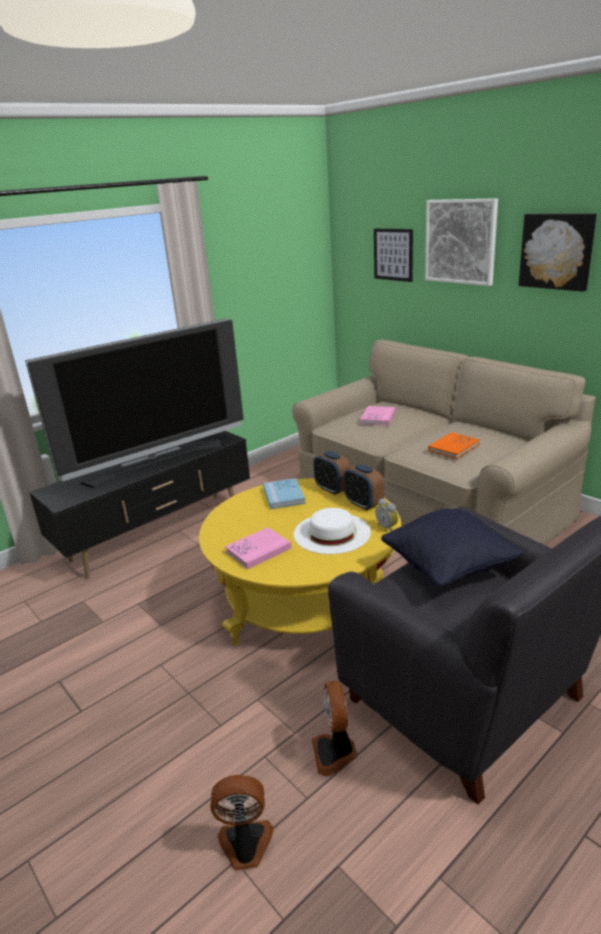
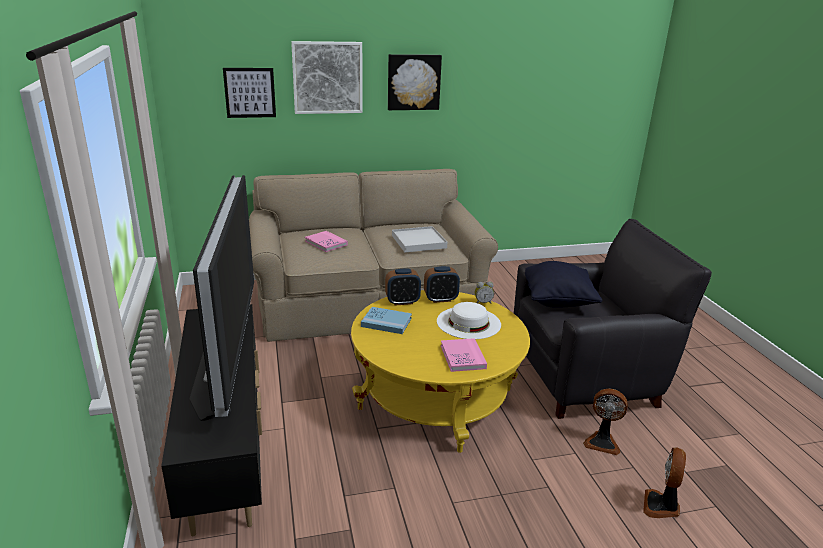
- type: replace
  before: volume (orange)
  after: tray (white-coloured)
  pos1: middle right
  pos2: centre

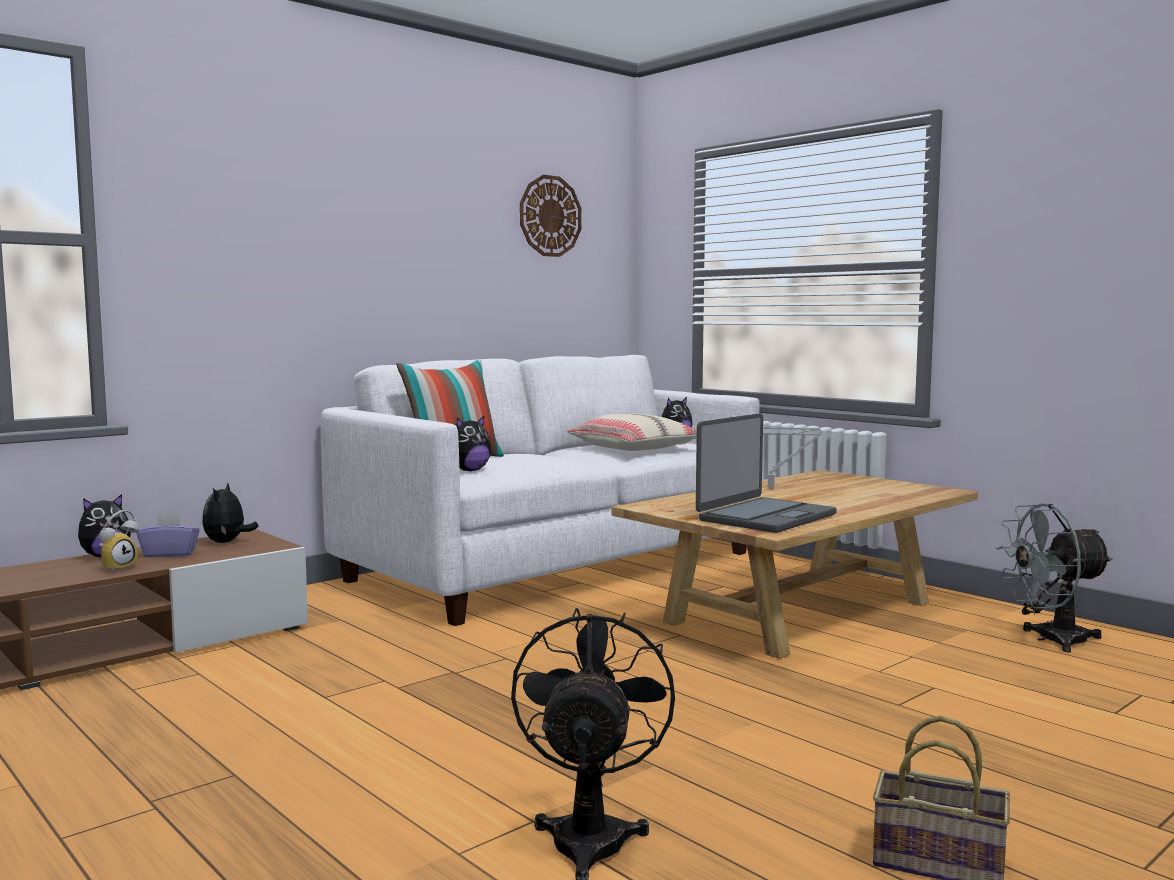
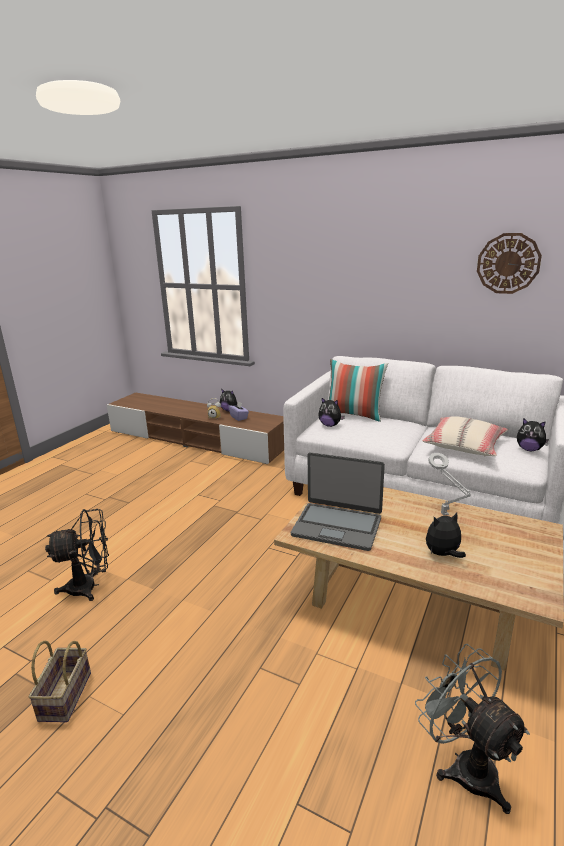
- type: move
  before: soft toy (2nd from left in the first image)
  after: soft toy (3rd from left)
  pos1: middle left
  pos2: middle right

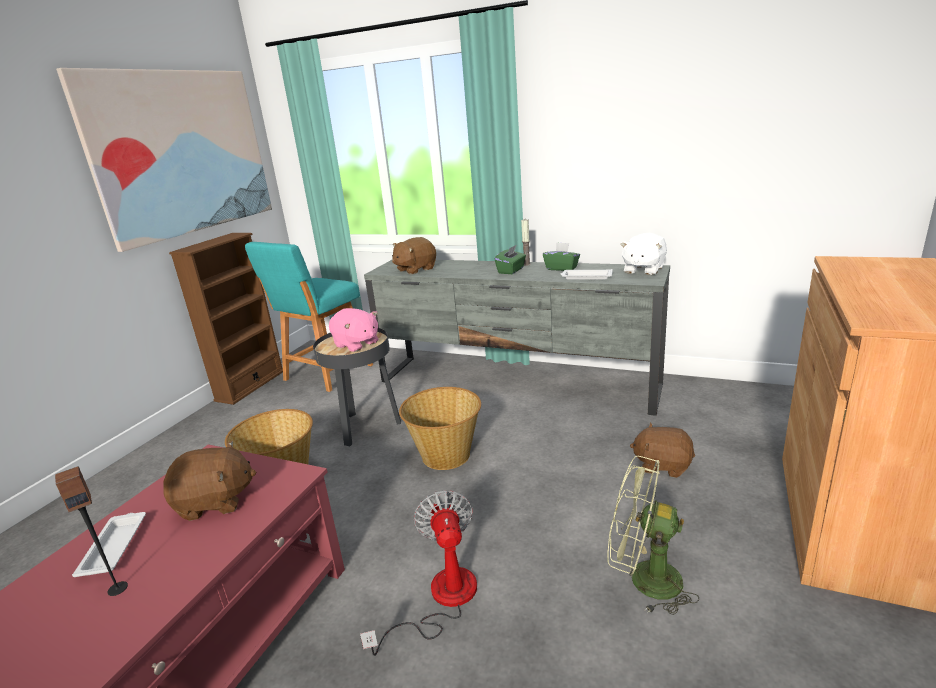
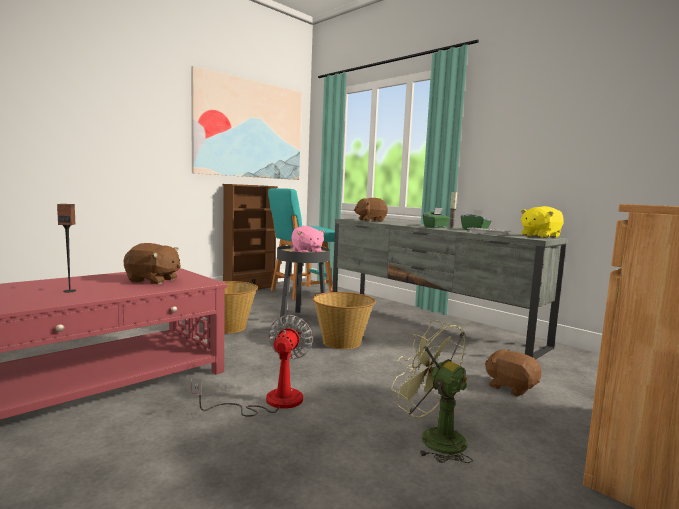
- type: delete
  before: tray (white-coloured) (1st from left)
  pos1: bottom left
- type: recolor
  before: soft toy (white-coloured)
  after: soft toy (yellow-coloured)
  pos1: middle right
  pos2: middle right

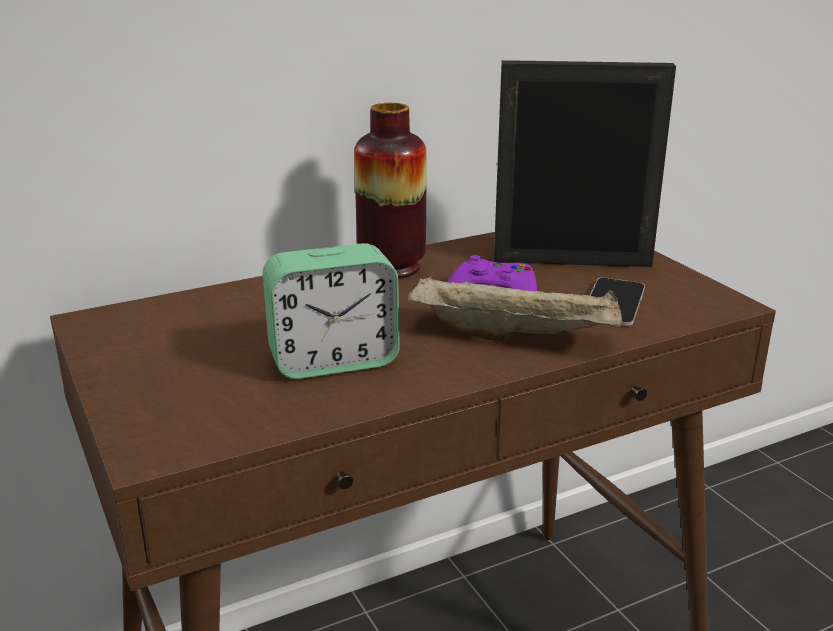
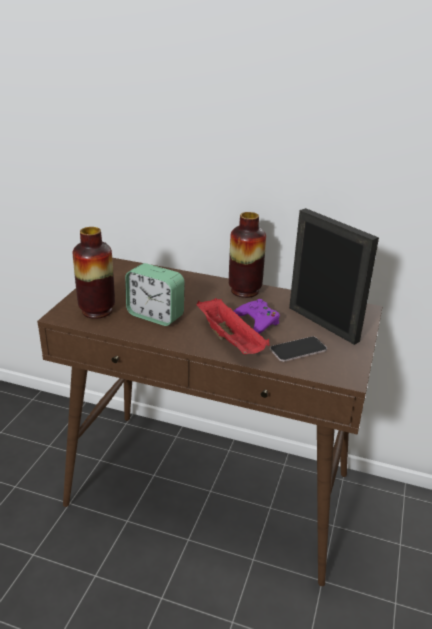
- type: recolor
  before: tray (beige)
  after: tray (reddish)
  pos1: centre
  pos2: centre
- type: insert
  after: vase (1st from left)
  pos2: middle left

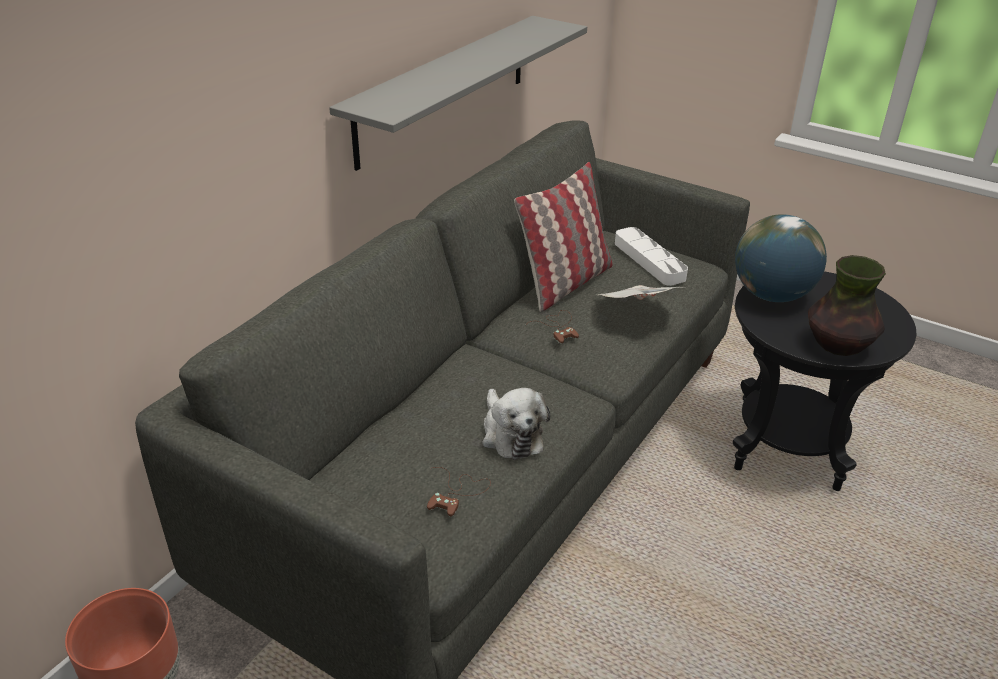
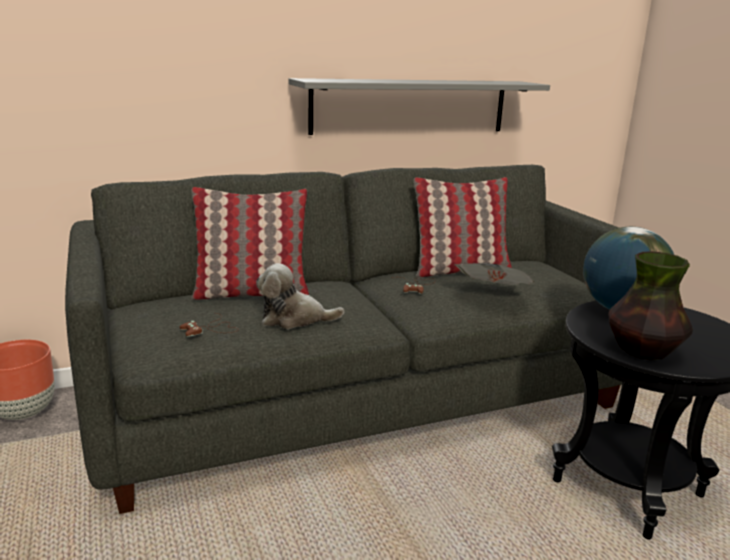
- type: rotate
  before: soft toy
  pos1: centre
  pos2: centre
  turn: 75
- type: delete
  before: tray (white-coloured)
  pos1: centre
- type: insert
  after: cushion (1st from left)
  pos2: centre

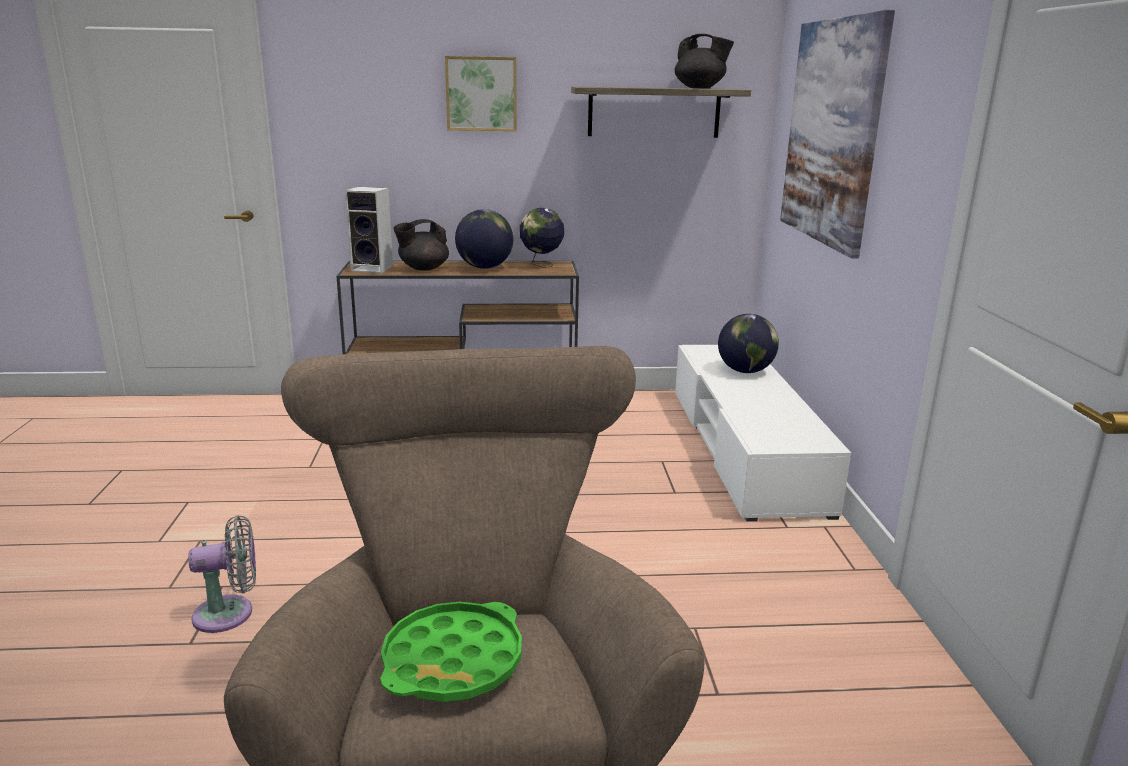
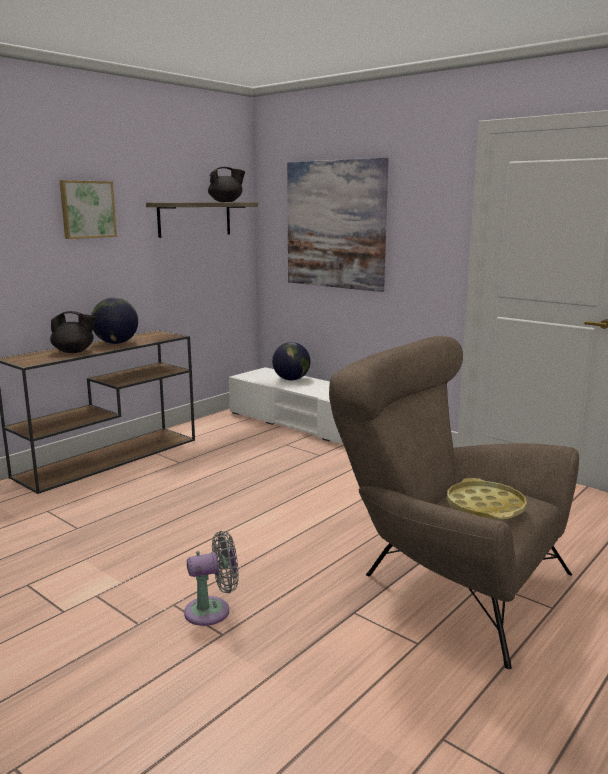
- type: rotate
  before: electric fan (gray)
  pos1: bottom left
  pos2: bottom centre
  turn: 45
- type: delete
  before: speaker
  pos1: top left
- type: recolor
  before: tray (greenish)
  after: tray (yellow-coloured)
  pos1: bottom centre
  pos2: middle right
- type: rotate
  before: pot for tea (blackish) (1st from left)
  pos1: top centre
  pos2: middle left
  turn: -105
- type: delete
  before: globe (2nd from left)
  pos1: top centre

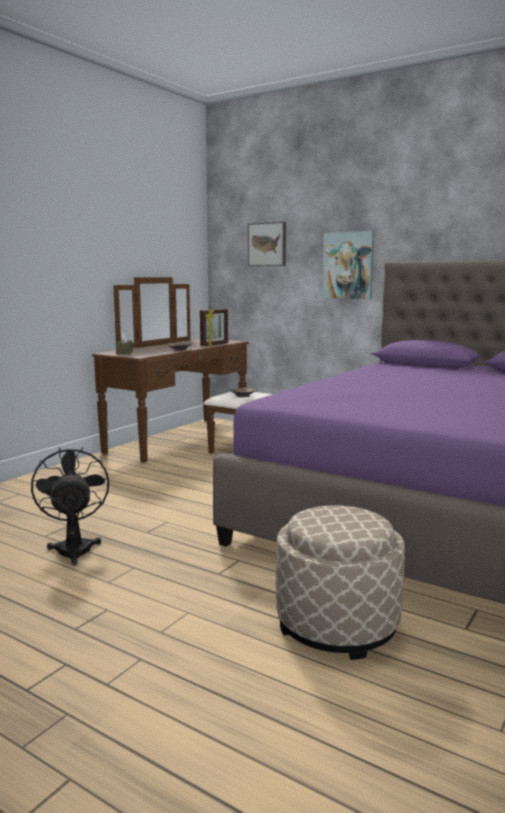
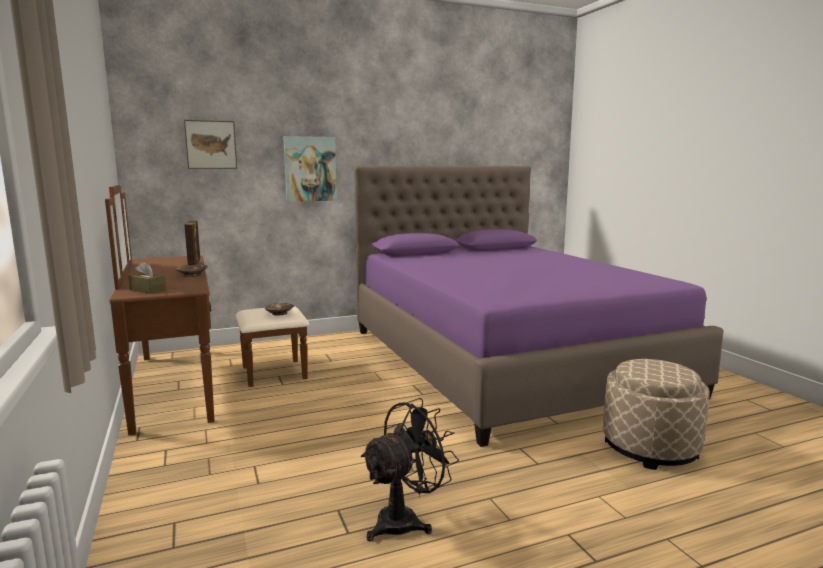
- type: rotate
  before: electric fan (blackish)
  pos1: middle left
  pos2: bottom centre
  turn: 120

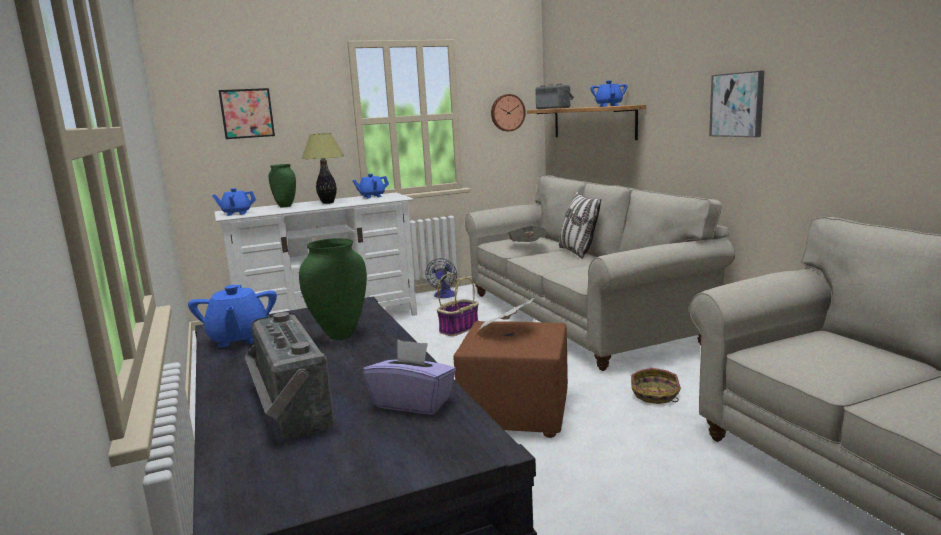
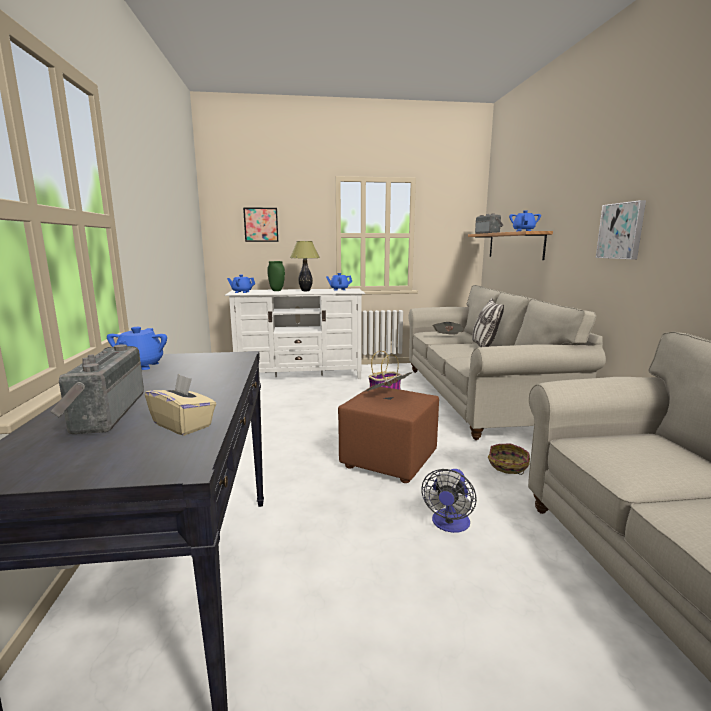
- type: delete
  before: vase (greenish) (2nd from left)
  pos1: centre
- type: recolor
  before: tissue box (purplish)
  after: tissue box (beige)
  pos1: bottom centre
  pos2: middle left
- type: move
  before: electric fan
  pos1: centre
  pos2: bottom centre
- type: delete
  before: wall clock
  pos1: top centre

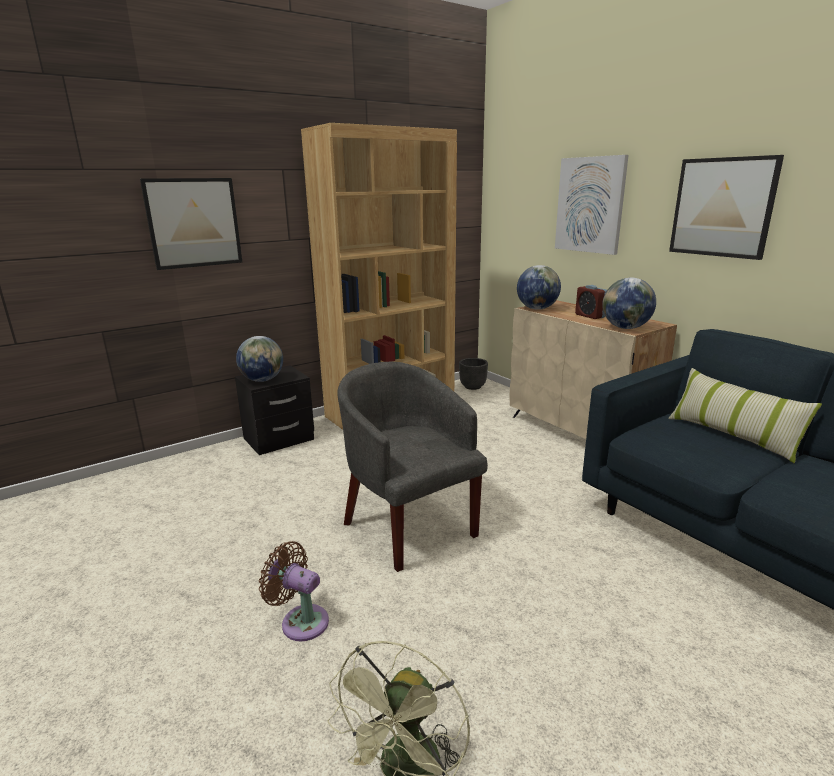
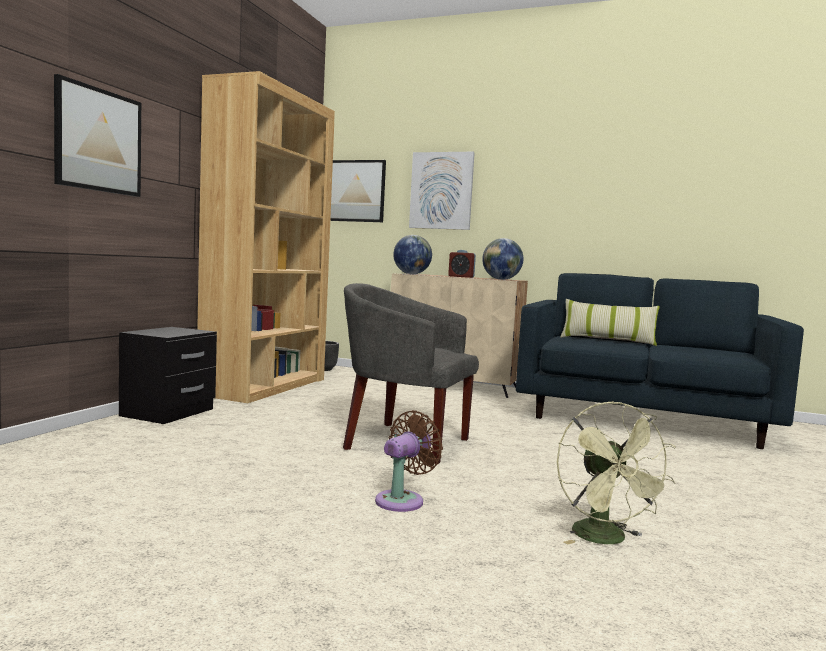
- type: delete
  before: globe (1st from left)
  pos1: middle left
- type: rotate
  before: electric fan (brown-coloured)
  pos1: bottom centre
  pos2: bottom centre
  turn: 135
- type: move
  before: wall art (3rd from left in the first image)
  after: wall art (2nd from left)
  pos1: top right
  pos2: top centre

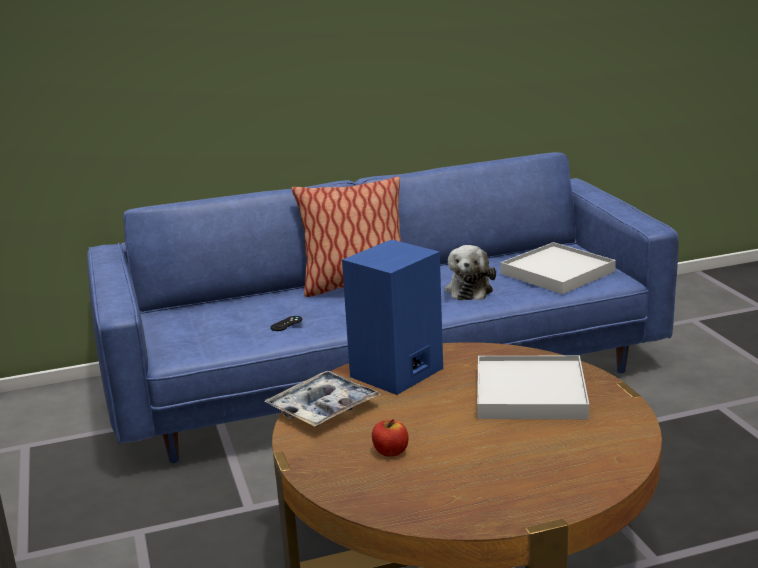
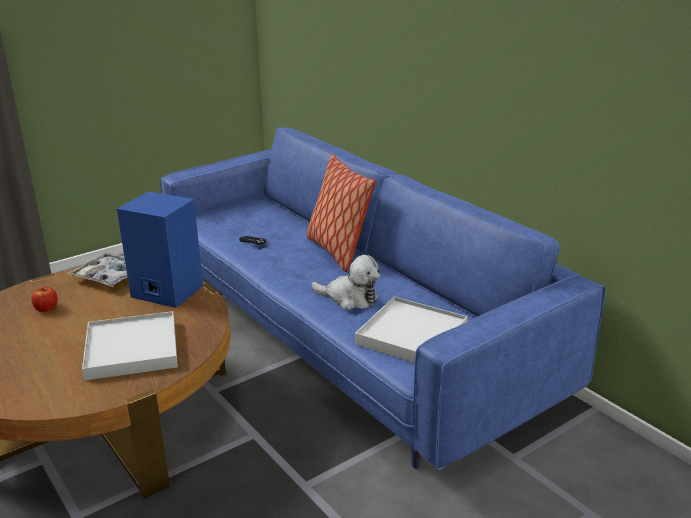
- type: rotate
  before: soft toy
  pos1: centre
  pos2: centre
  turn: -150

